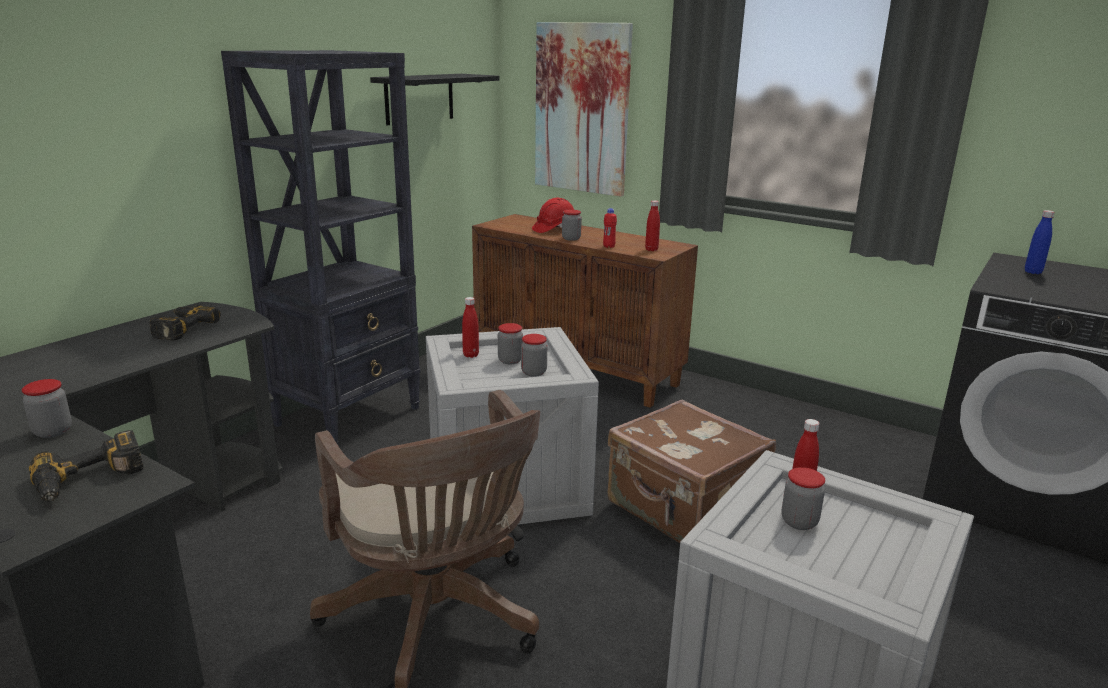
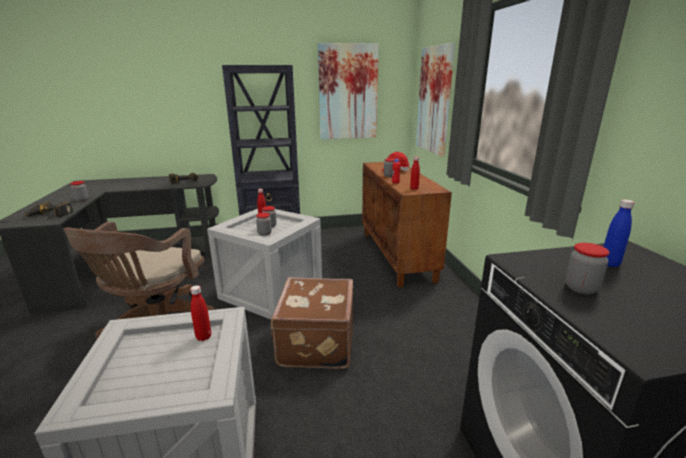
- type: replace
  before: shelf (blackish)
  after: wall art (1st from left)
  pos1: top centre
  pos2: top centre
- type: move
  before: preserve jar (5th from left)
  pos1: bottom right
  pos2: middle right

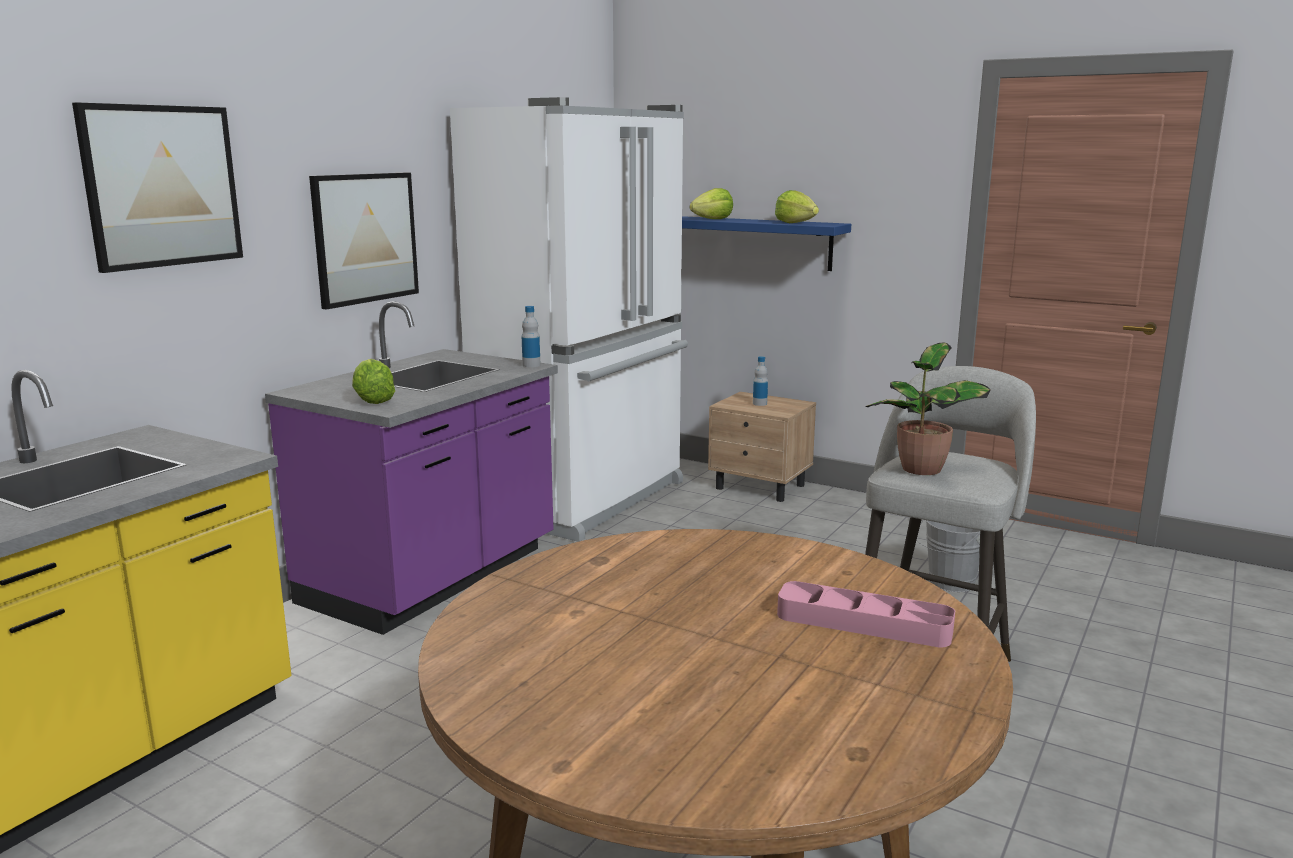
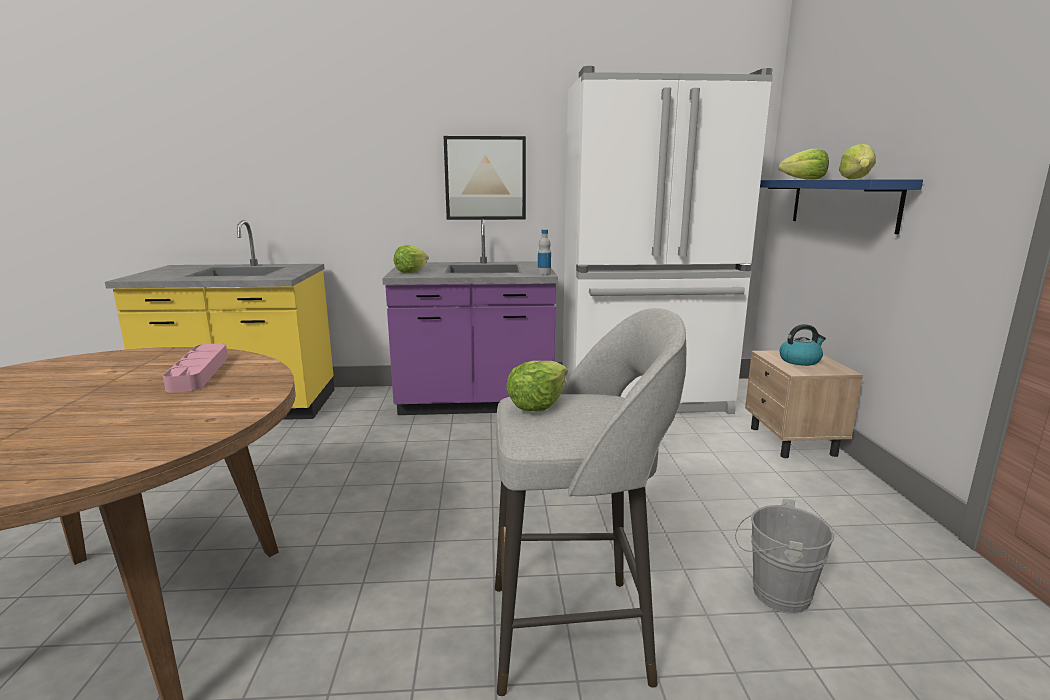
- type: delete
  before: wall art (1st from left)
  pos1: top left
- type: replace
  before: bottle (2nd from left)
  after: water kettle
  pos1: centre
  pos2: middle right
- type: move
  before: tray (pinkish)
  pos1: bottom right
  pos2: middle left
- type: replace
  before: plant in a pot
  after: lettuce (2nd from left)
  pos1: middle right
  pos2: centre

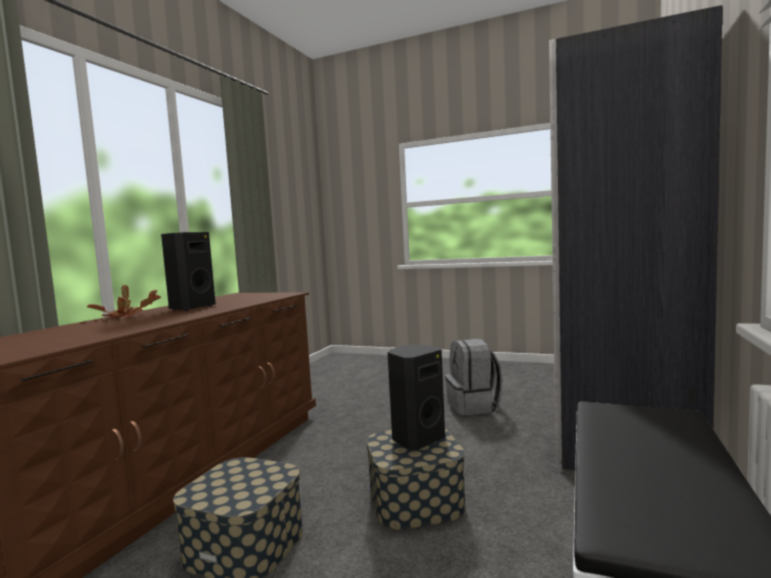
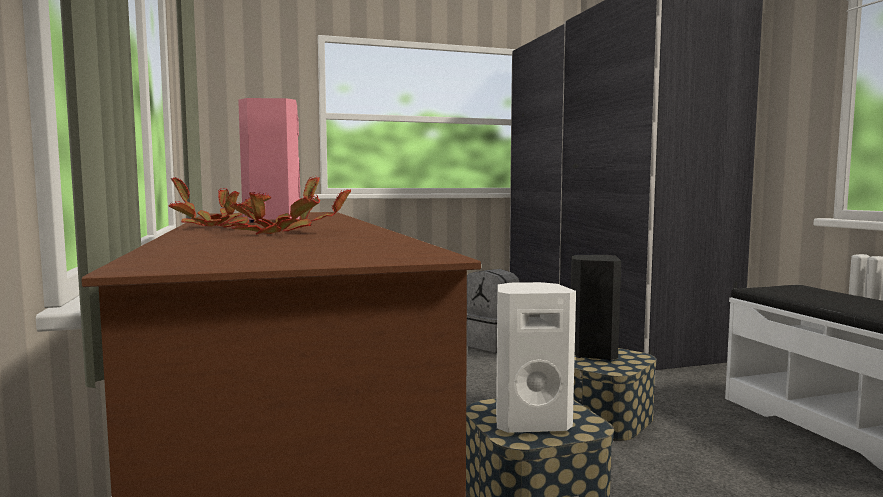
- type: recolor
  before: speaker (blackish) (1st from left)
  after: speaker (pinkish)
  pos1: middle left
  pos2: top left
- type: insert
  after: plant in a pot (2nd from left)
  pos2: middle left
- type: insert
  after: speaker (white-coloured)
  pos2: bottom centre

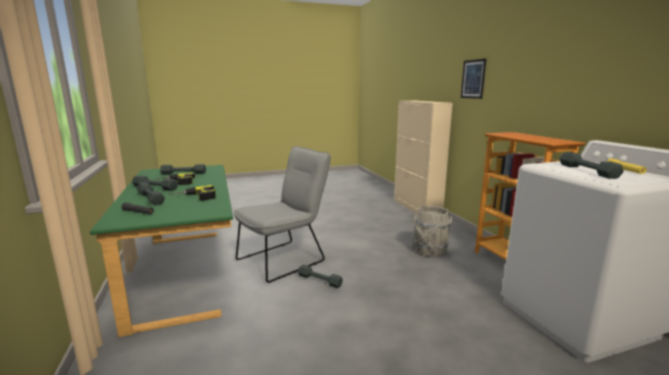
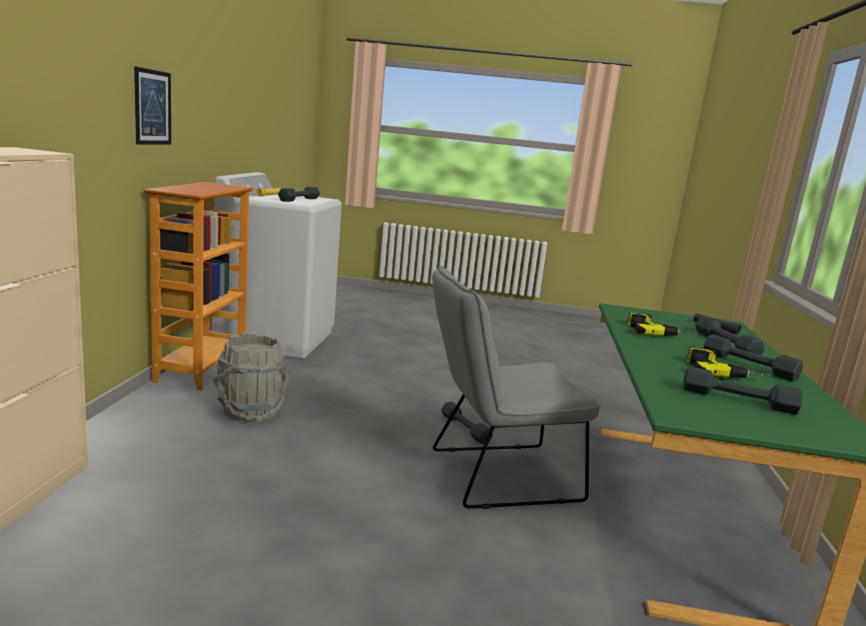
- type: move
  before: wall art
  pos1: top right
  pos2: top left

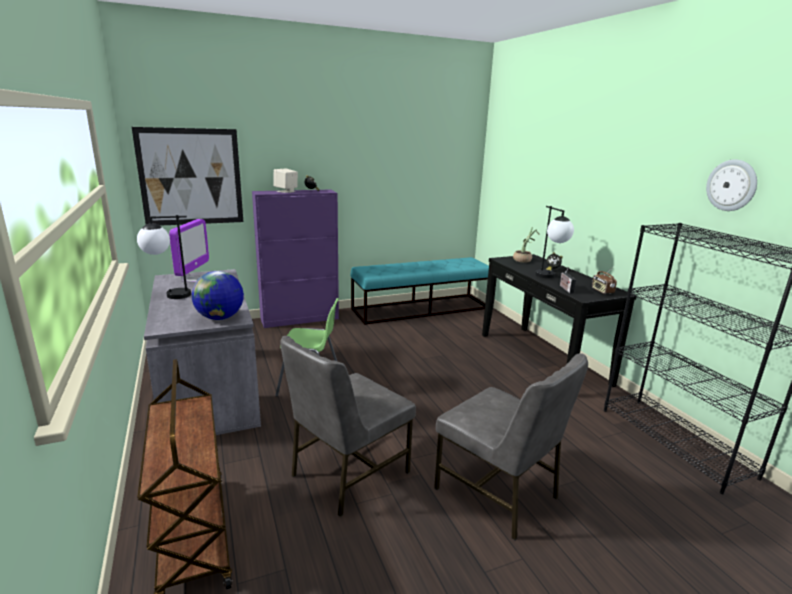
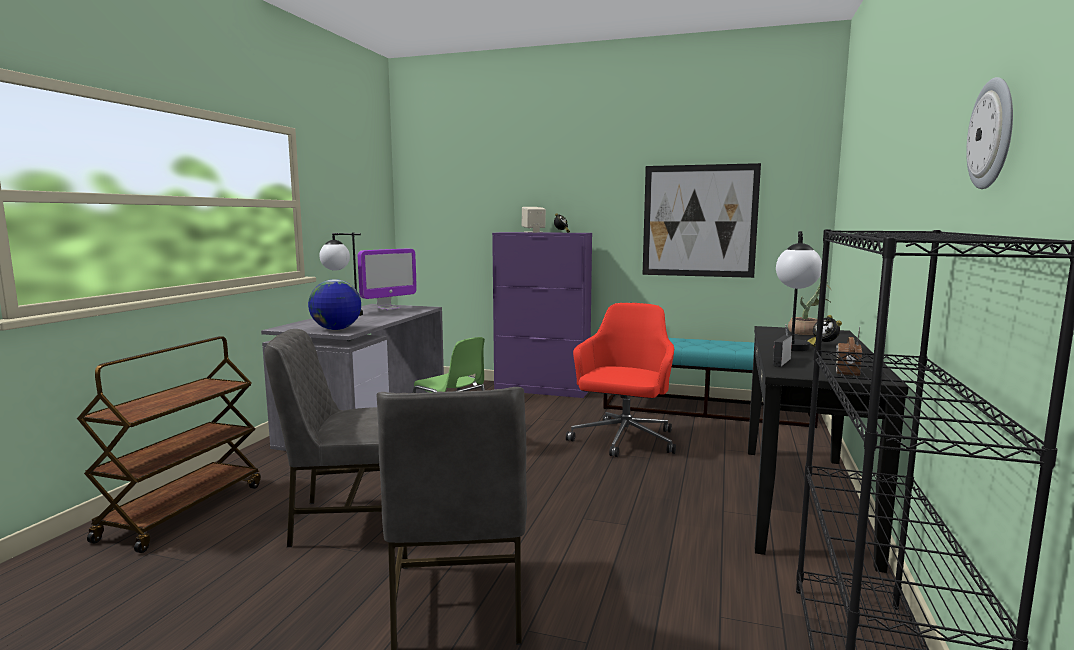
- type: move
  before: wall art
  pos1: top left
  pos2: centre
- type: insert
  after: computer chair (reddish)
  pos2: centre

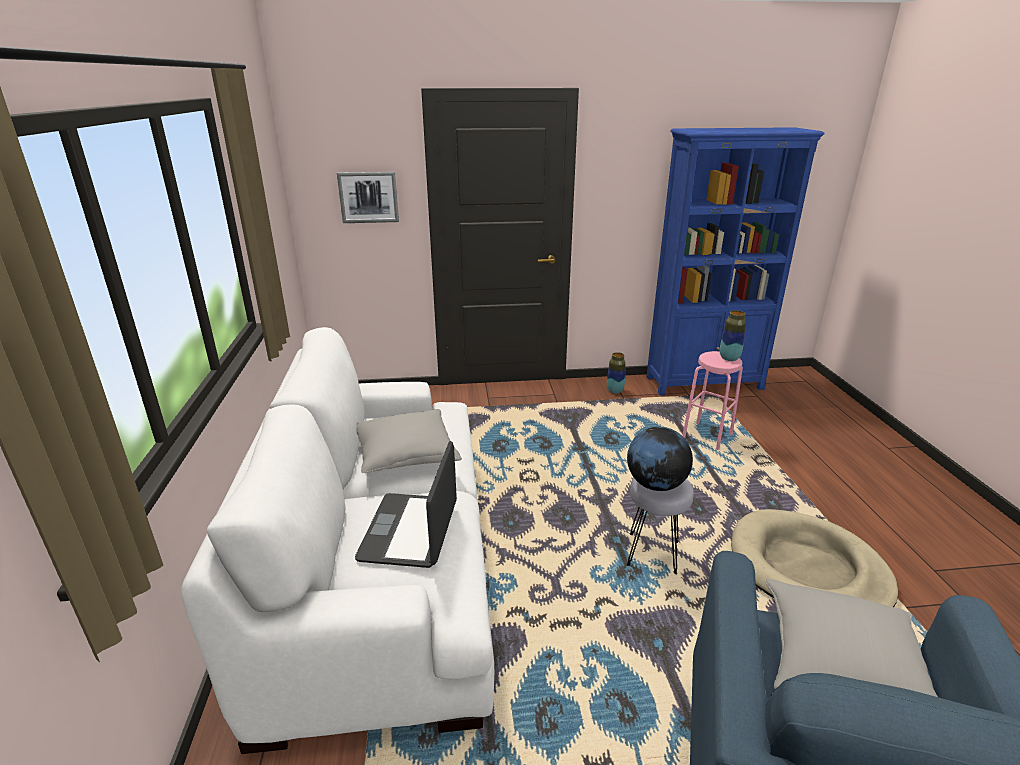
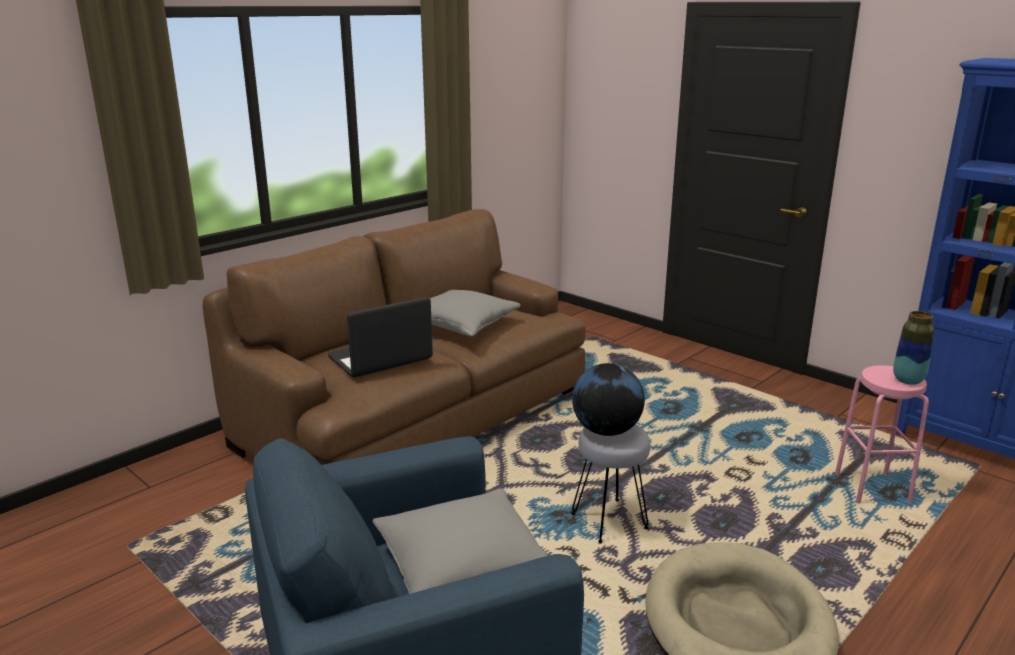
- type: recolor
  before: sofa (white-coloured)
  after: sofa (brown-coloured)
  pos1: bottom left
  pos2: centre
- type: delete
  before: wall art
  pos1: top centre
- type: delete
  before: vase (1st from left)
  pos1: centre

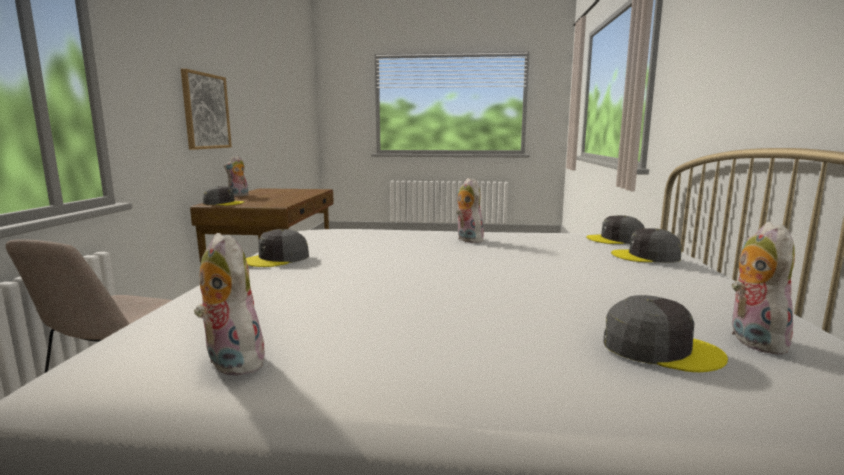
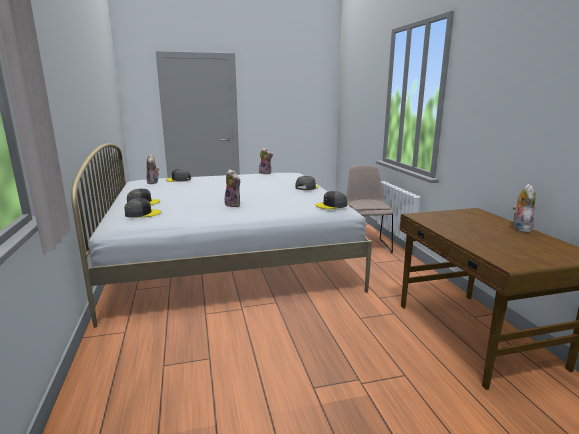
- type: delete
  before: wall art
  pos1: top left
- type: move
  before: peaked cap (gray) (1st from left in the first image)
  after: peaked cap (gray) (5th from left)
  pos1: middle left
  pos2: centre

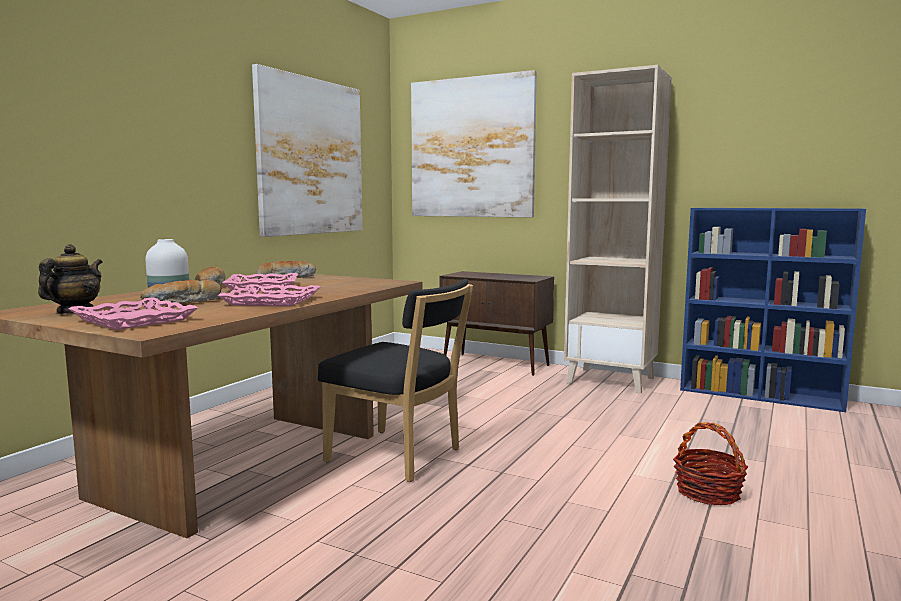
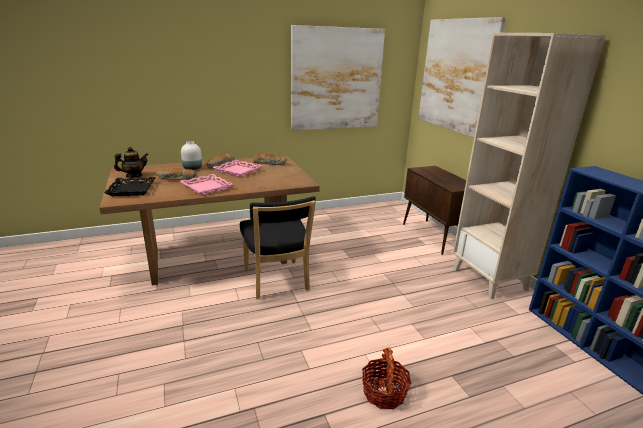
- type: recolor
  before: tray (pinkish) (1st from left)
  after: tray (blackish)
  pos1: middle left
  pos2: middle left

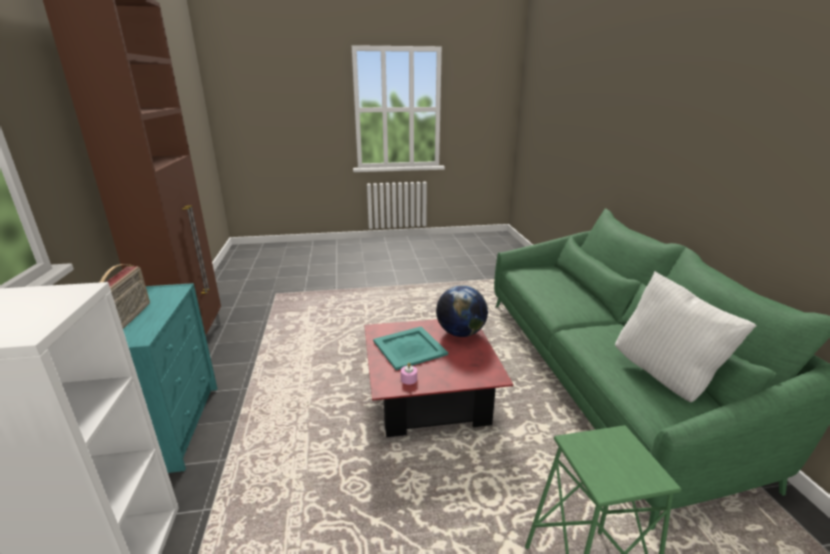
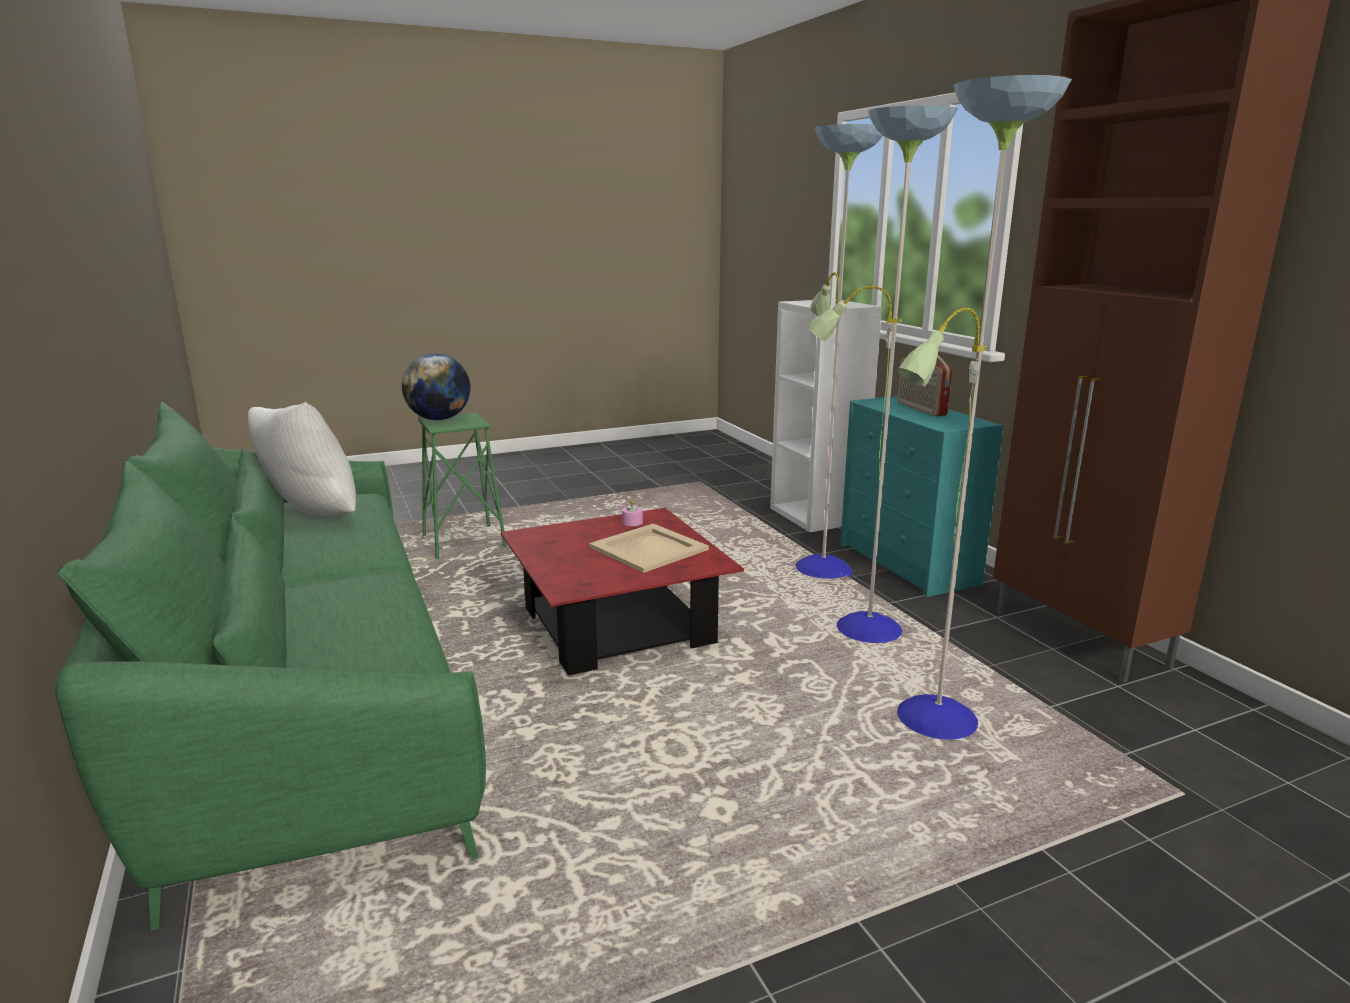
- type: recolor
  before: tray (turquoise-coloured)
  after: tray (beige)
  pos1: centre
  pos2: centre
- type: move
  before: globe
  pos1: centre
  pos2: middle left
- type: insert
  after: standard lamp
  pos2: middle right

